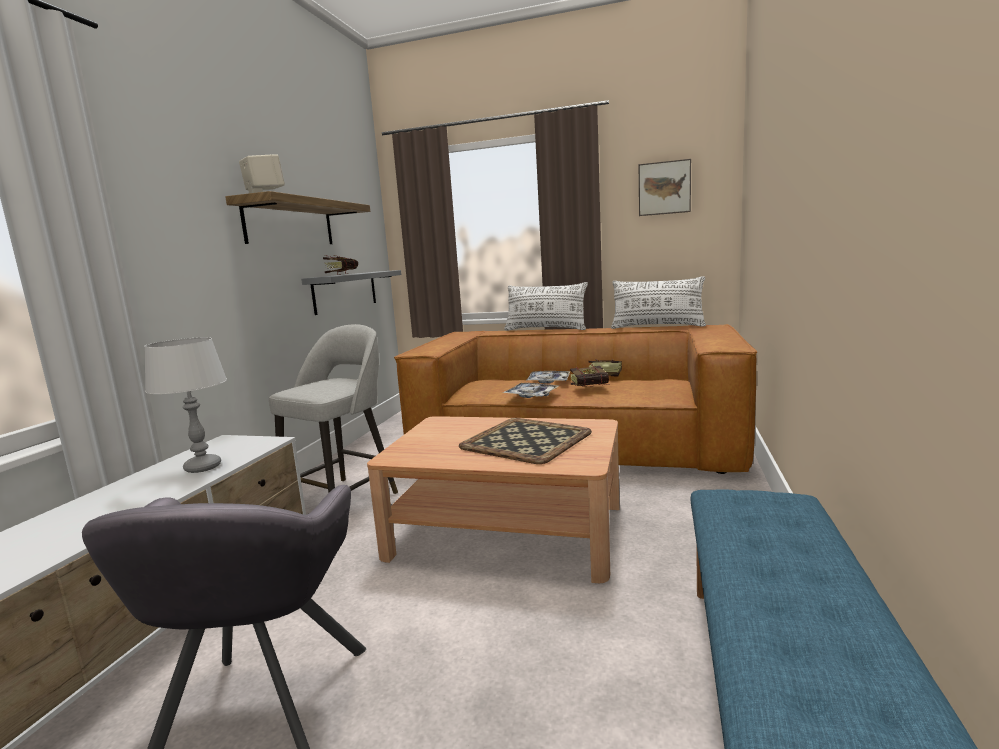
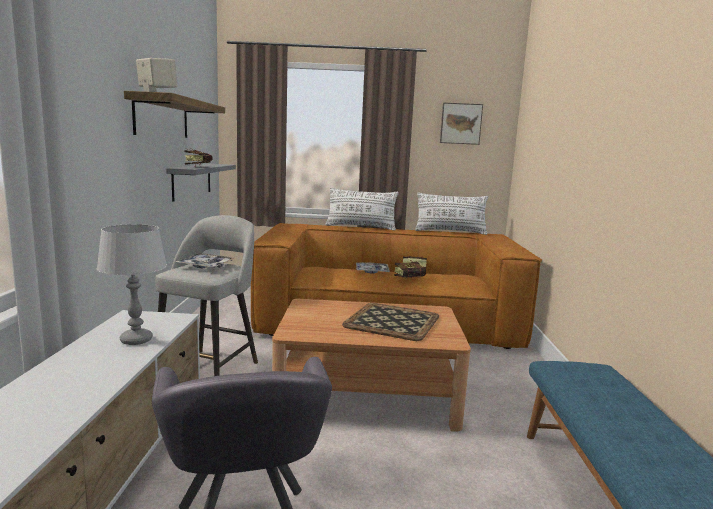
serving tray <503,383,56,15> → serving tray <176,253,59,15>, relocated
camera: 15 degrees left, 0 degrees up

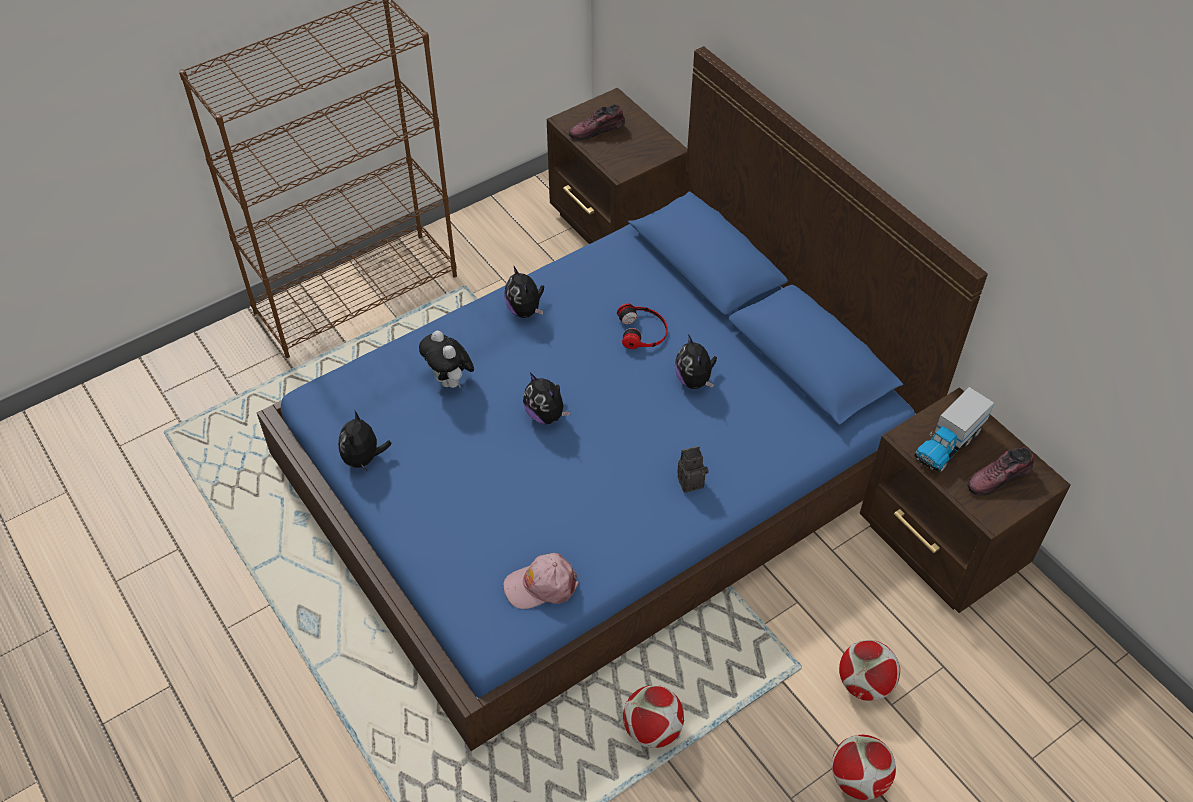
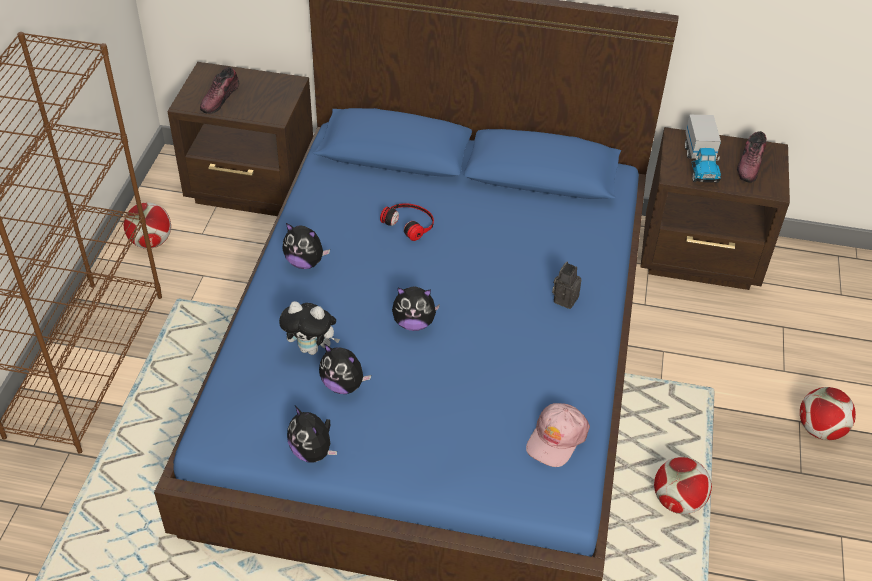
cuddly toy <675,334,42,55> → cuddly toy <319,344,52,50>, relocated
ball for football <839,640,61,61> → ball for football <124,203,47,46>, relocated
camera: 45 degrees left, 5 degrees down

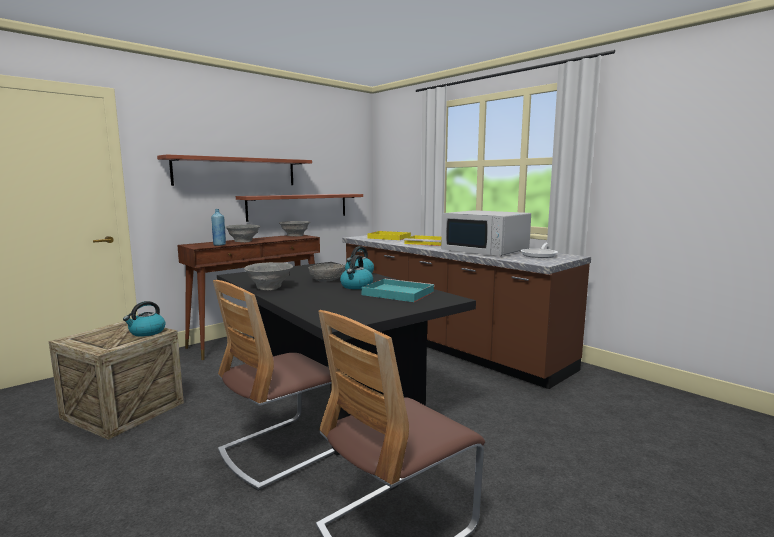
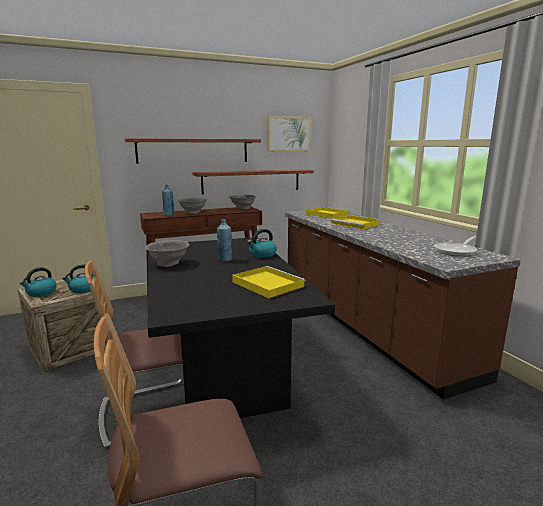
whitish microwave <441,210,90,46> → -
kettle <340,255,33,34> → kettle <19,267,38,30>, relocated
grey bowl <309,263,36,19> → blue-coloured beverage bottle <217,219,16,43>
turquoise serving tray <361,279,74,23> → yellowish serving tray <232,266,74,33>
- → wall picture <267,116,44,36>
camera: 20 degrees right, 5 degrees up

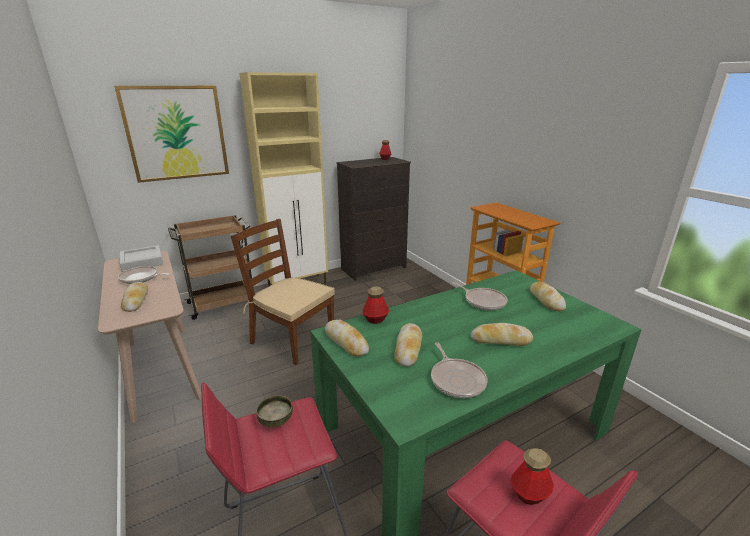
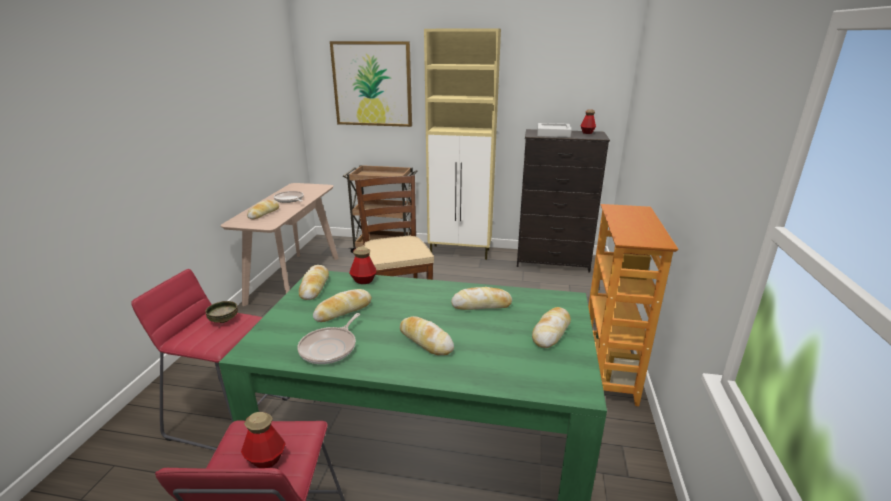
grey serving tray <120,245,43,27> → grey serving tray <537,123,34,14>, relocated
frying pan <452,282,55,28> → baked bread <451,287,61,23>
camera: 40 degrees right, 0 degrees up

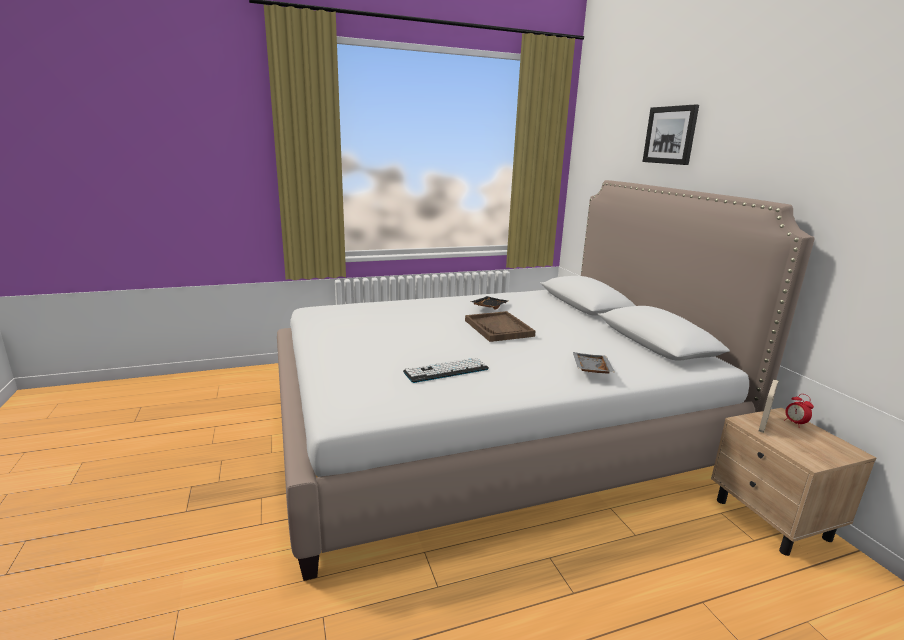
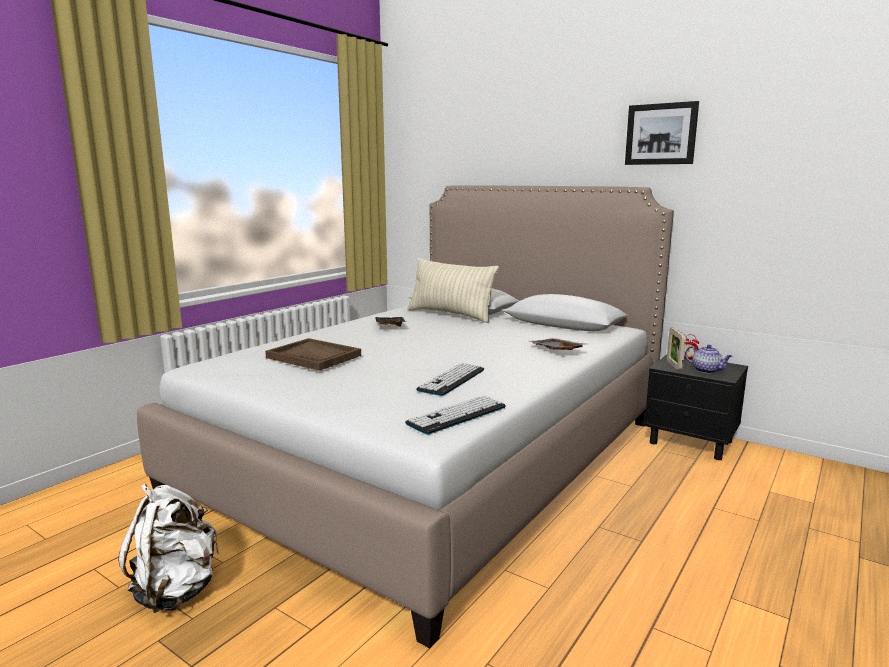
wall picture <643,104,56,61> → wall picture <625,101,74,64>, relocated
brown serving tray <465,311,71,31> → brown serving tray <265,338,96,33>, relocated
beige bedside table <711,408,165,148> → blackish bedside table <644,354,104,106>
- → beige pillow <408,258,91,65>
- → pot for tea <685,345,47,28>
- → PC keyboard <405,395,101,40>
- → whitish knapsack <118,483,102,130>
camera: 35 degrees left, 5 degrees down

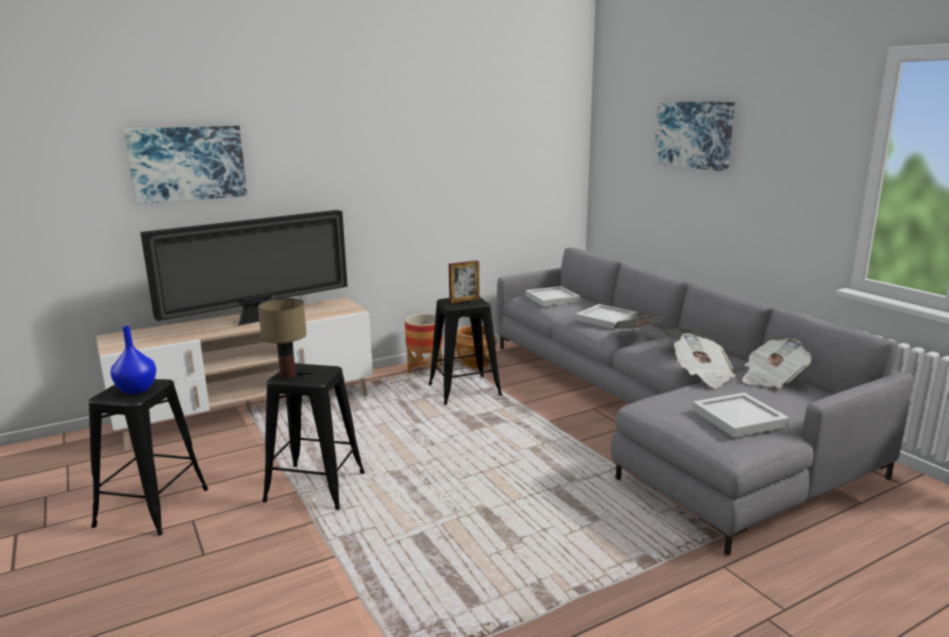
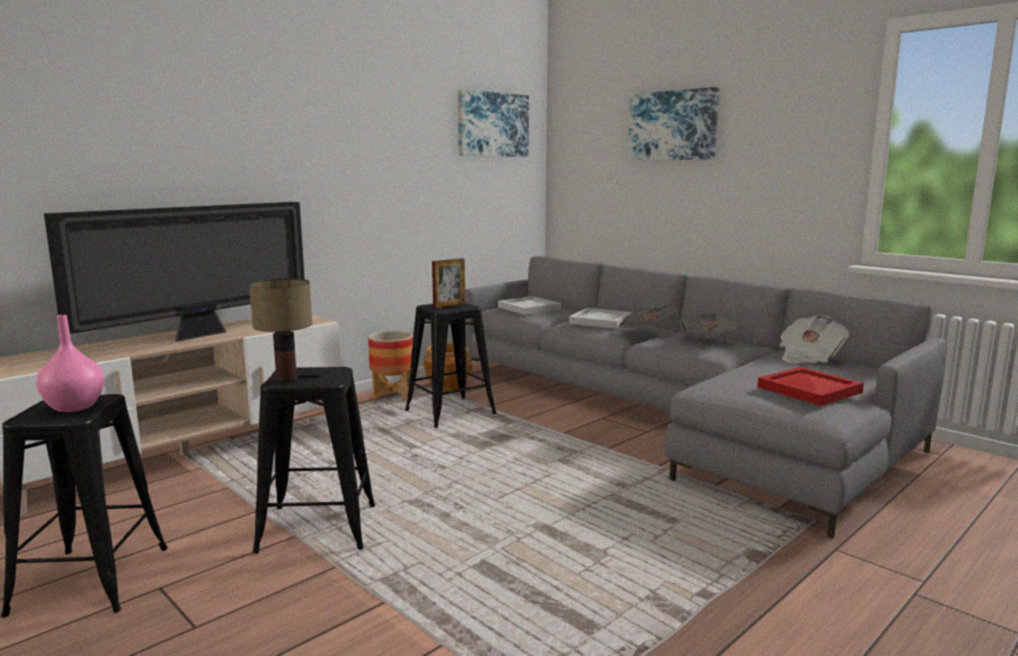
wall picture <124,126,123,78> → wall picture <458,89,71,68>, relocated
blue-coloured decorative vase <110,326,46,68> → pink decorative vase <36,315,68,97>
daily paper <674,333,62,55> → -
whitish serving tray <692,393,98,44> → red-coloured serving tray <757,367,107,39>
camera: 15 degrees left, 5 degrees down

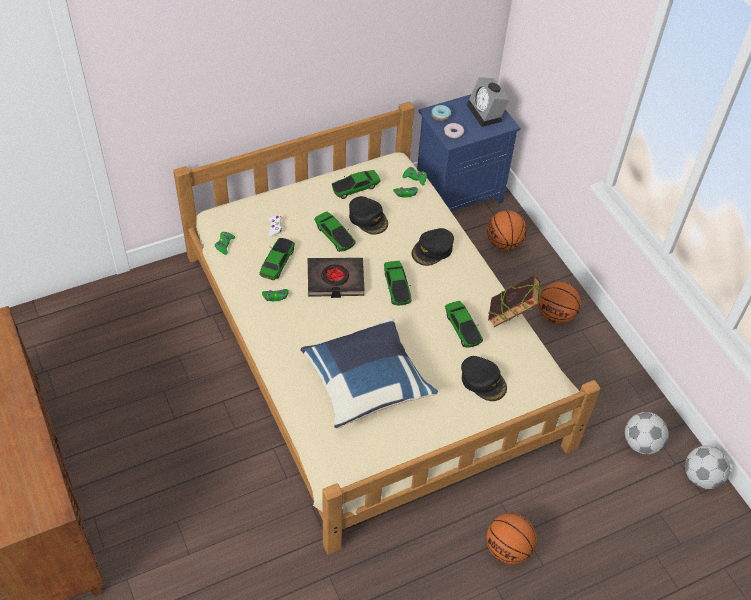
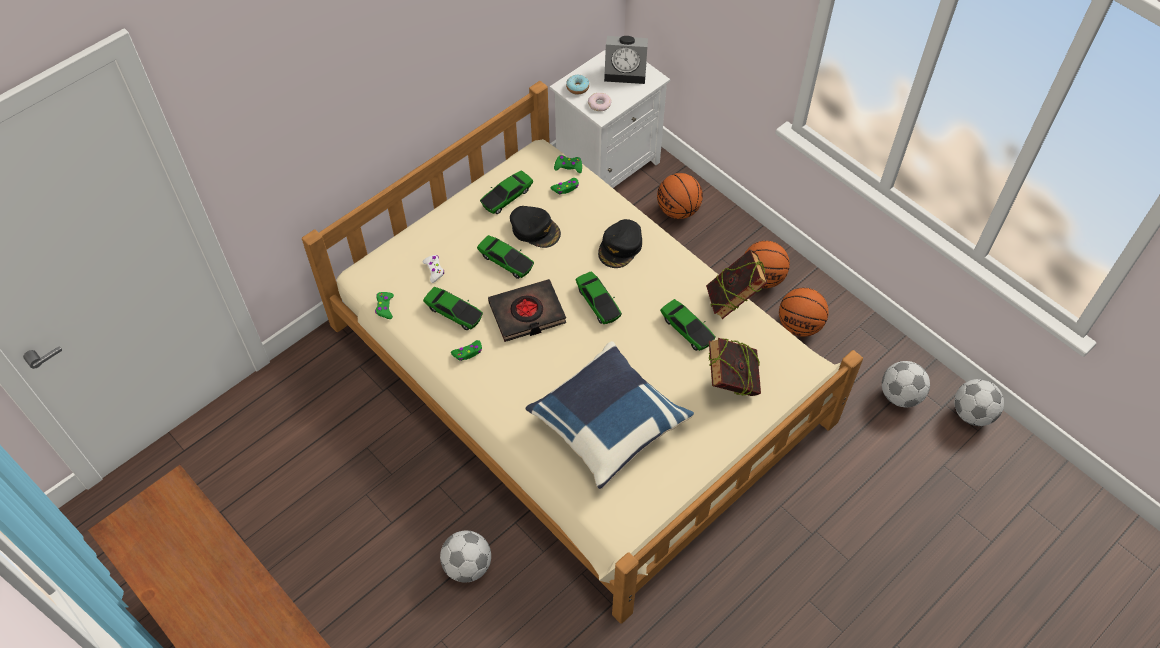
alarm clock <467,77,42,50> → alarm clock <604,36,44,48>, 45 degrees counterclockwise
blue-coloured bedside table <417,94,103,118> → whitish bedside table <550,49,120,139>
model car <259,238,36,42> → model car <423,287,60,43>, 120 degrees clockwise
blackish baseball cap <461,356,46,45> → book <709,338,52,58>
basketball ball <486,513,51,51> → basketball ball <779,288,50,49>, relocated
- → ball for football <440,530,51,53>
camera: 15 degrees left, 5 degrees up

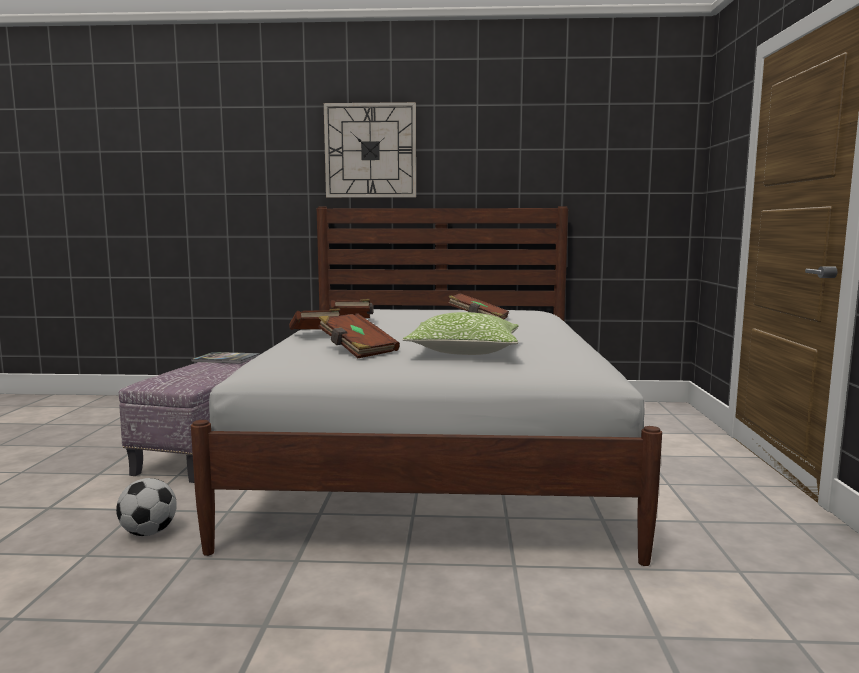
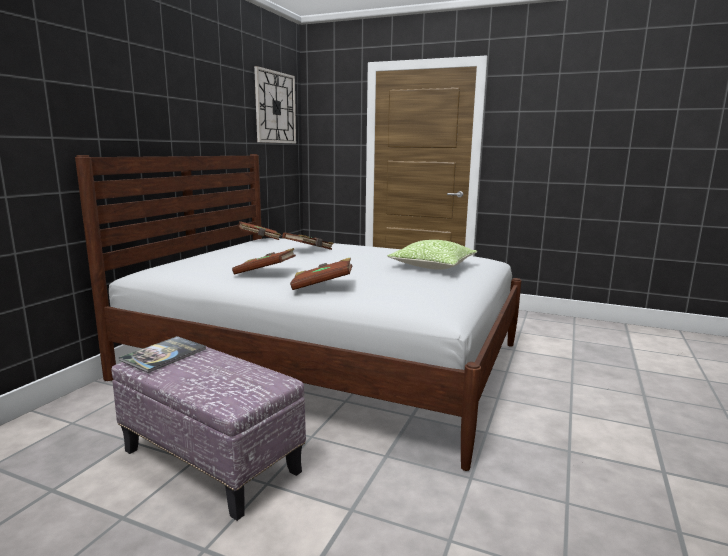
wall clock <324,102,92,96> → wall clock <254,66,42,77>, relocated
brown book <318,313,82,45> → brown book <238,221,43,19>, relocated
ball for football <116,478,61,58> → -
camera: 70 degrees left, 5 degrees up

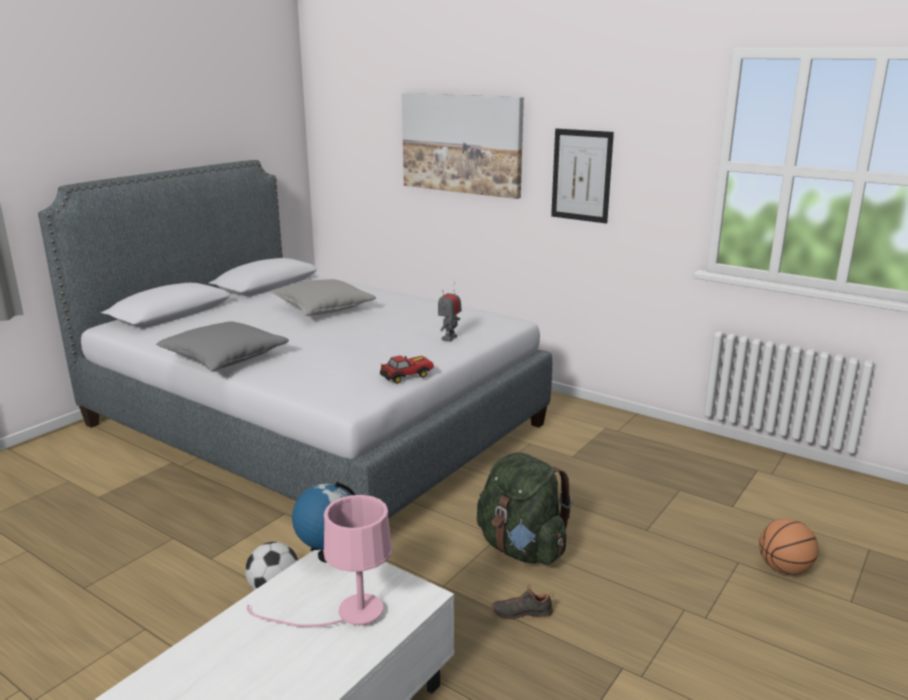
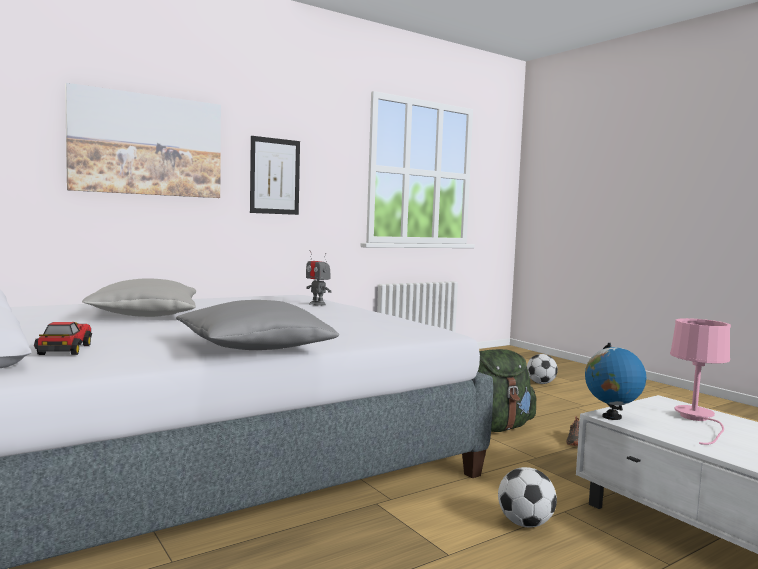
model car <380,355,54,29> → model car <34,322,58,33>, relocated
basketball ball <759,519,60,56> → ball for football <527,354,31,30>
camera: 70 degrees left, 15 degrees down

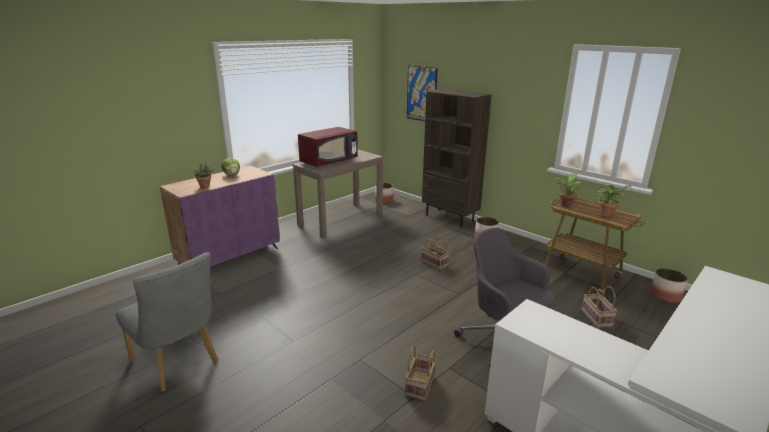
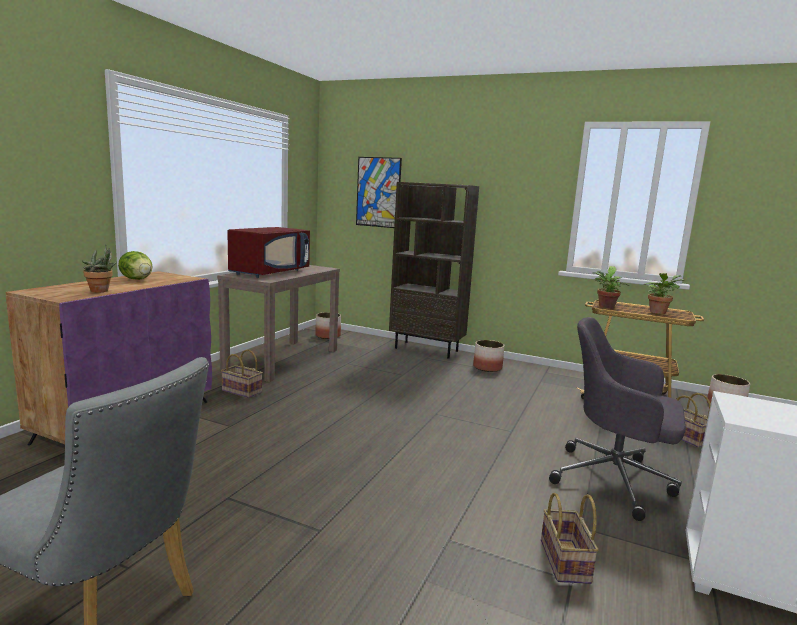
basket <421,235,29,35> → basket <221,350,42,48>, relocated
camera: 20 degrees left, 10 degrees down

